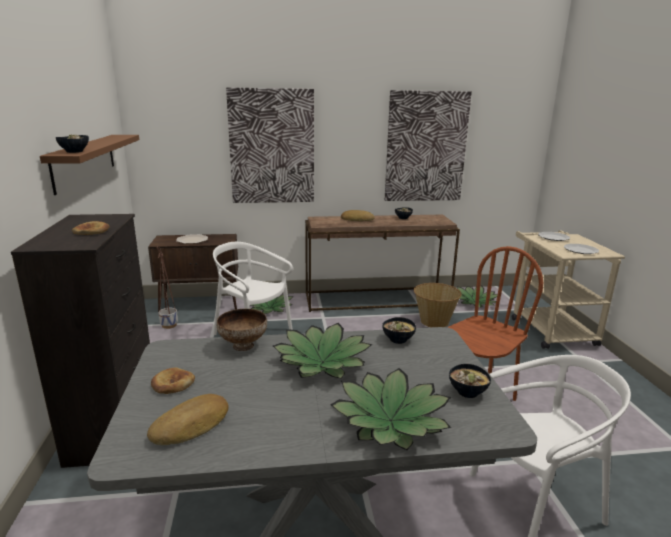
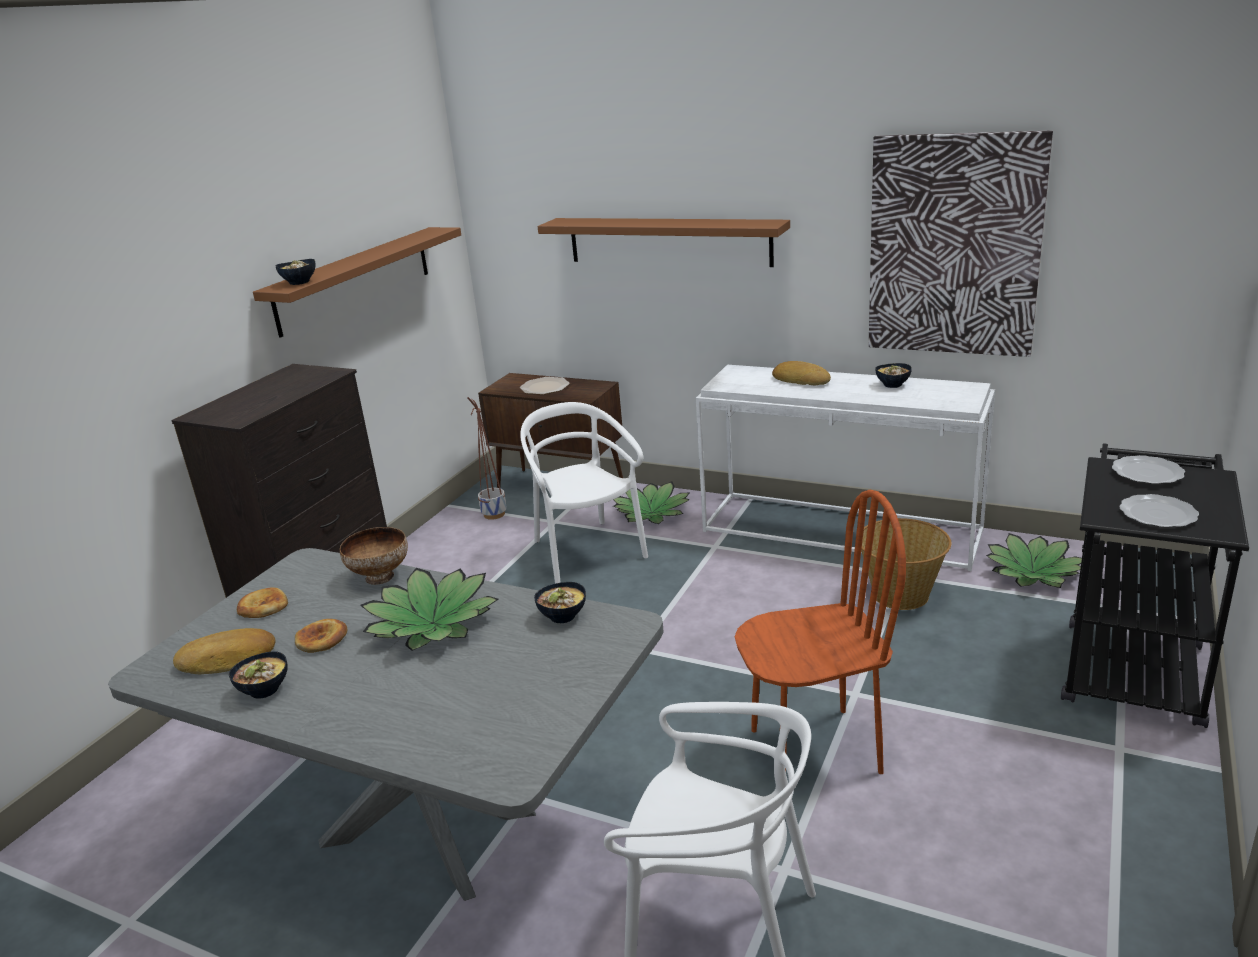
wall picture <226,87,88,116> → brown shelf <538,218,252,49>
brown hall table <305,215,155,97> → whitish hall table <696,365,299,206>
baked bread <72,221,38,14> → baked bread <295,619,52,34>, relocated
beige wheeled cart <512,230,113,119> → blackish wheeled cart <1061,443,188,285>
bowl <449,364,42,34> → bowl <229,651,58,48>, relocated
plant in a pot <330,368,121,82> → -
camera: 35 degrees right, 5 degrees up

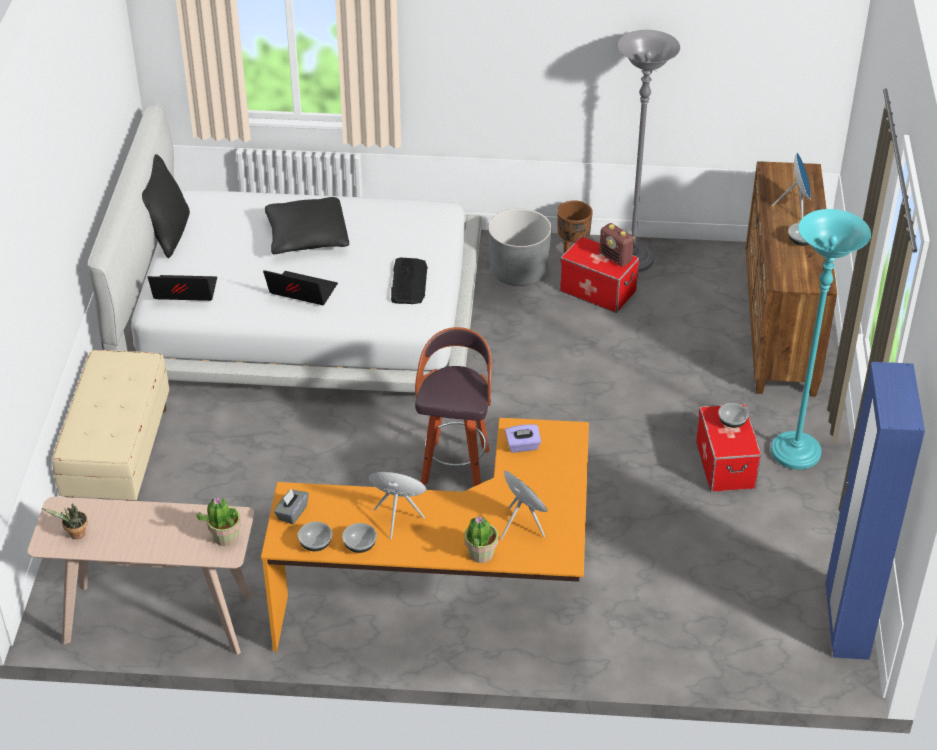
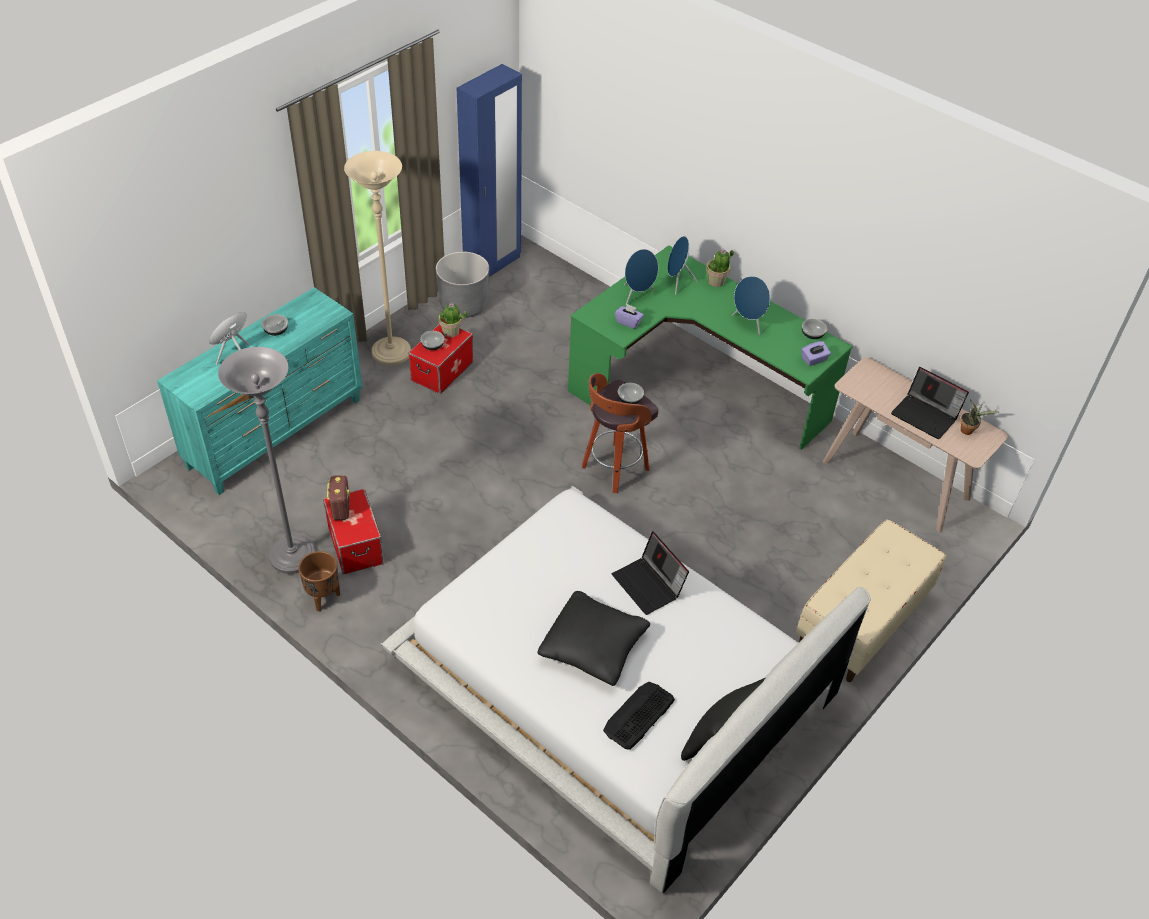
brown chest of drawers <745,161,92,236> → turquoise chest of drawers <157,287,206,208>
grey plant pot <488,208,64,78> → grey plant pot <436,252,53,66>, relocated
turquoise standing lamp <771,209,100,260> → beige standing lamp <344,151,67,215>
PC keyboard <391,257,37,47> → PC keyboard <603,681,72,69>, relocated
laptop <148,275,69,26> → laptop <891,367,78,72>, relocated
orange-coloured desk table <261,418,328,234> → greenish desk table <568,245,285,205>
grey tissue holder <274,489,35,36> → purplish tissue holder <801,341,30,25>
plant in a pot <197,497,44,49> → plant in a pot <439,303,28,34>, relocated
bowl <342,523,35,30> → bowl <618,383,26,21>, relocated
- → blue-coloured loudspeaker <624,249,34,55>
camera: 145 degrees left, 5 degrees up

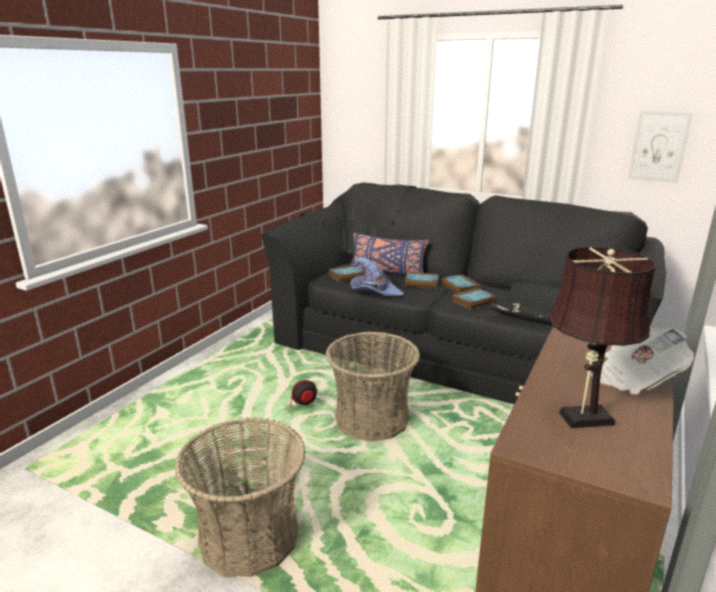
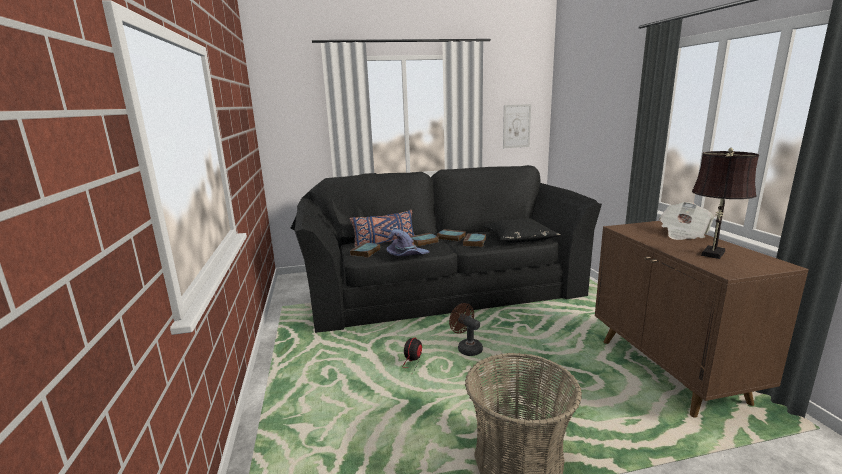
basket <326,332,94,109> → brown fan <449,303,34,53>
camera: 40 degrees left, 5 degrees down

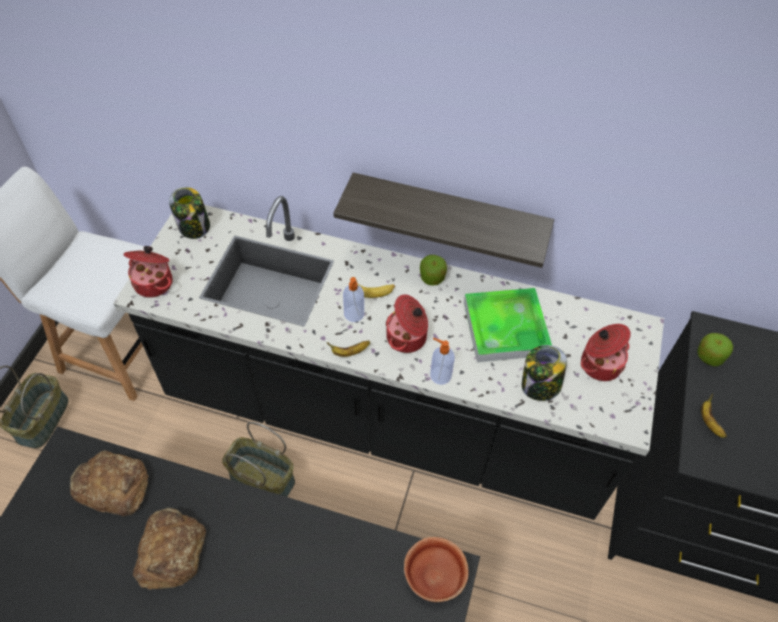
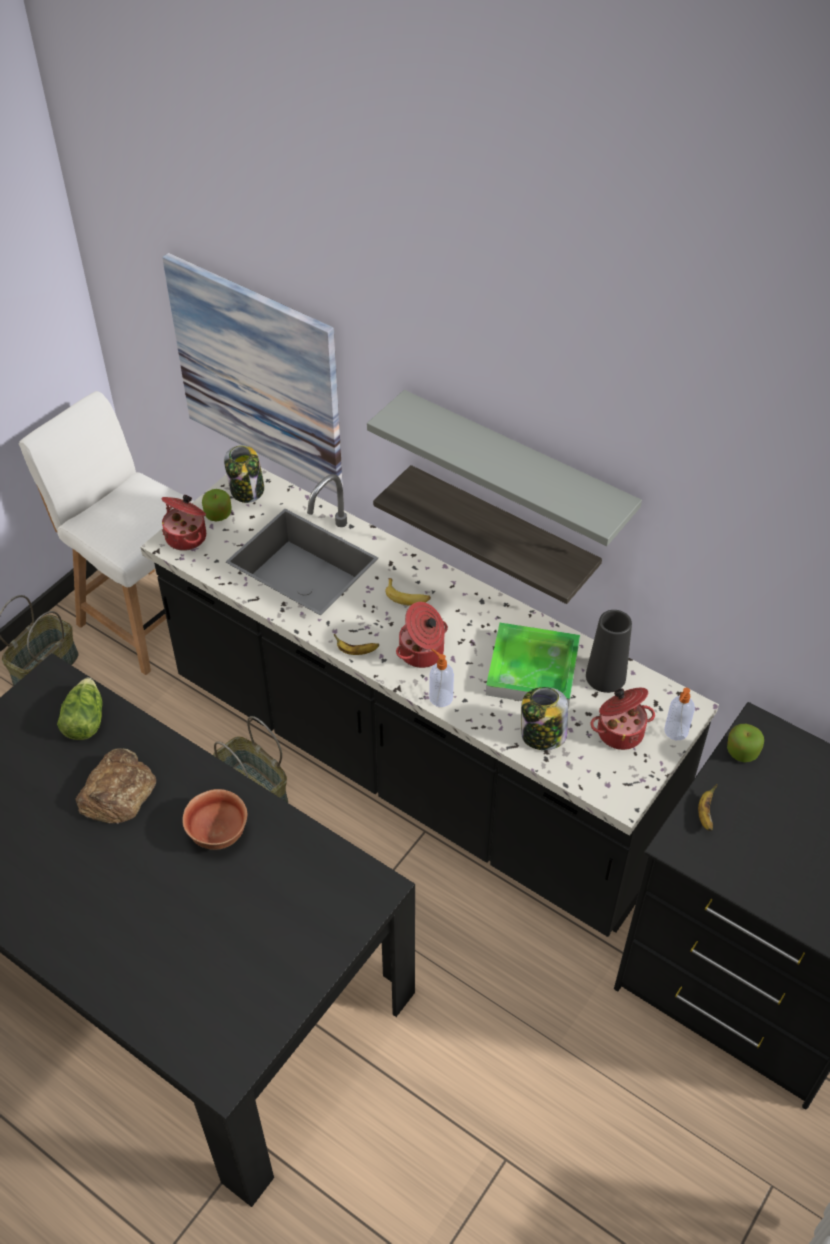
apple fruit <420,255,27,31> → apple fruit <202,489,30,32>, relocated
soap dispenser <343,277,21,45> → soap dispenser <664,688,31,52>, relocated
baked bread <70,451,79,66> → lettuce head <57,678,45,62>
bowl <404,537,65,65> → bowl <182,789,65,61>, relocated
- → wall picture <162,253,181,241>
- → grey shelf <367,390,275,156>
- → blackish decorative vase <586,610,46,83>
camera: 20 degrees right, 5 degrees down

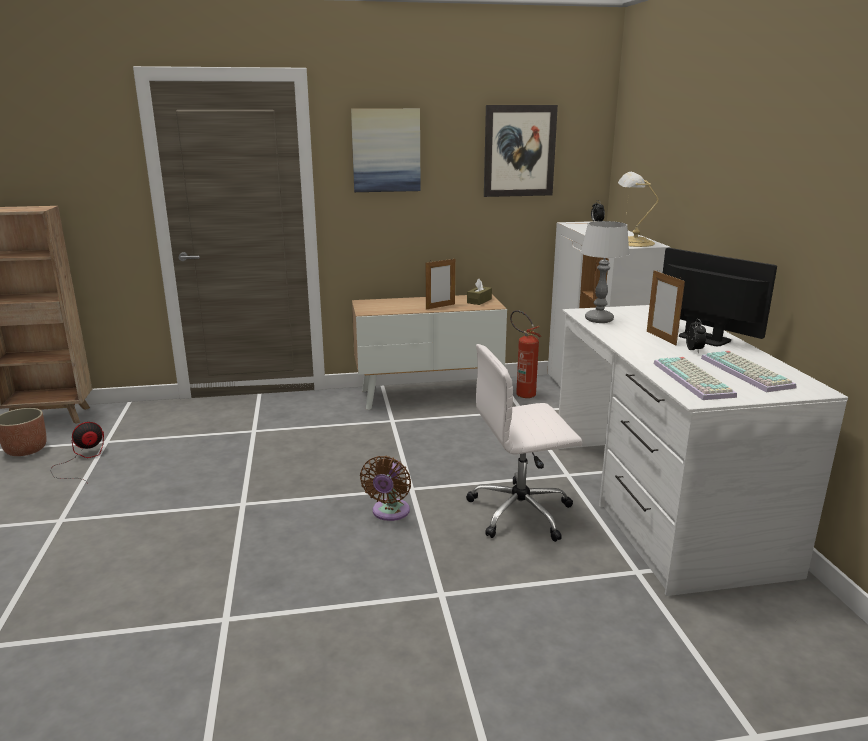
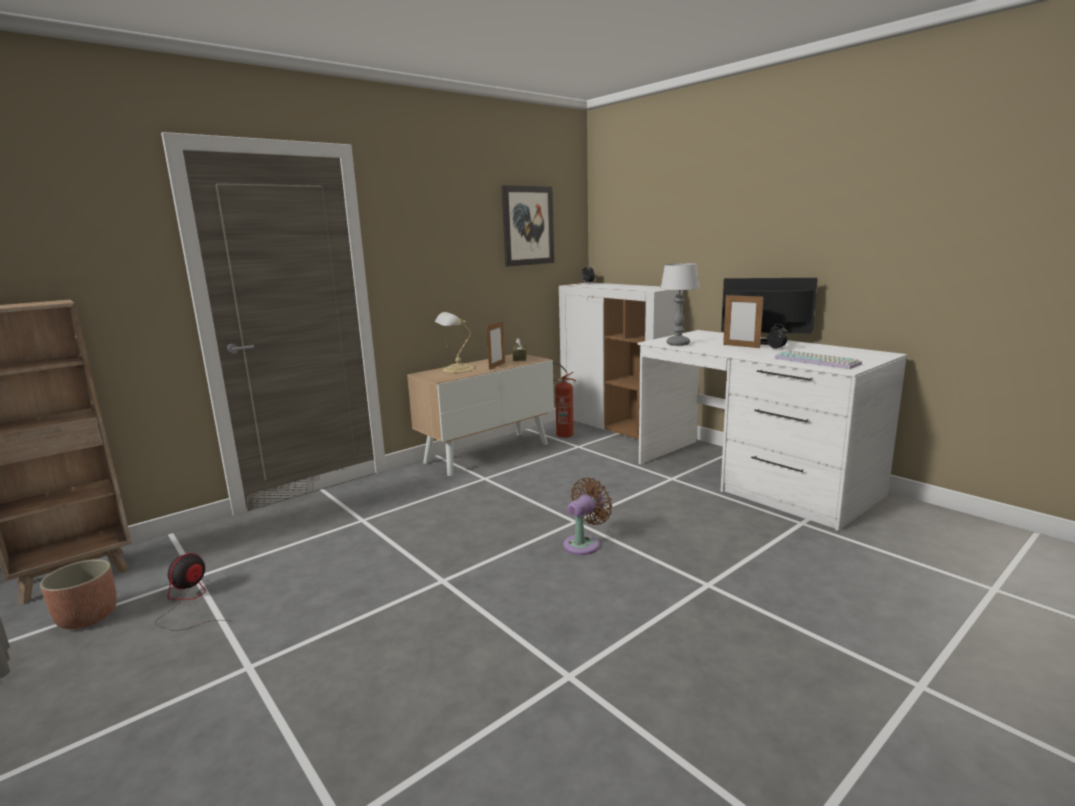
wall picture <351,109,70,83> → -
lamp for a table <618,172,40,75> → lamp for a table <435,312,40,61>, relocated
whitish desk chair <466,344,116,198> → -
PC keyboard <701,351,95,41> → -
brown fan <360,456,51,65> → brown fan <563,478,49,77>, 120 degrees counterclockwise
camera: 30 degrees left, 5 degrees down

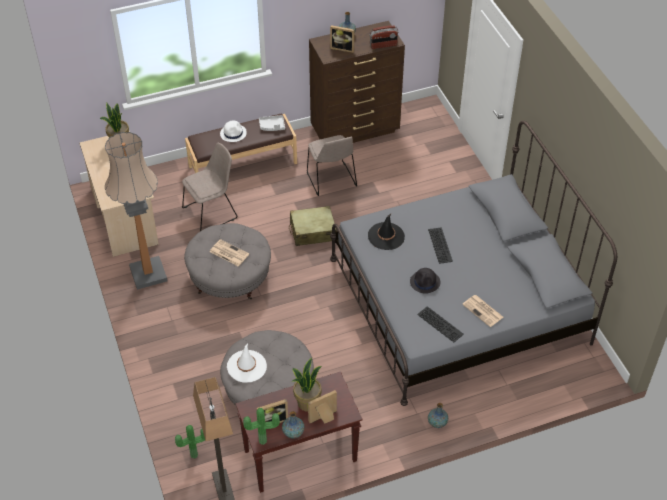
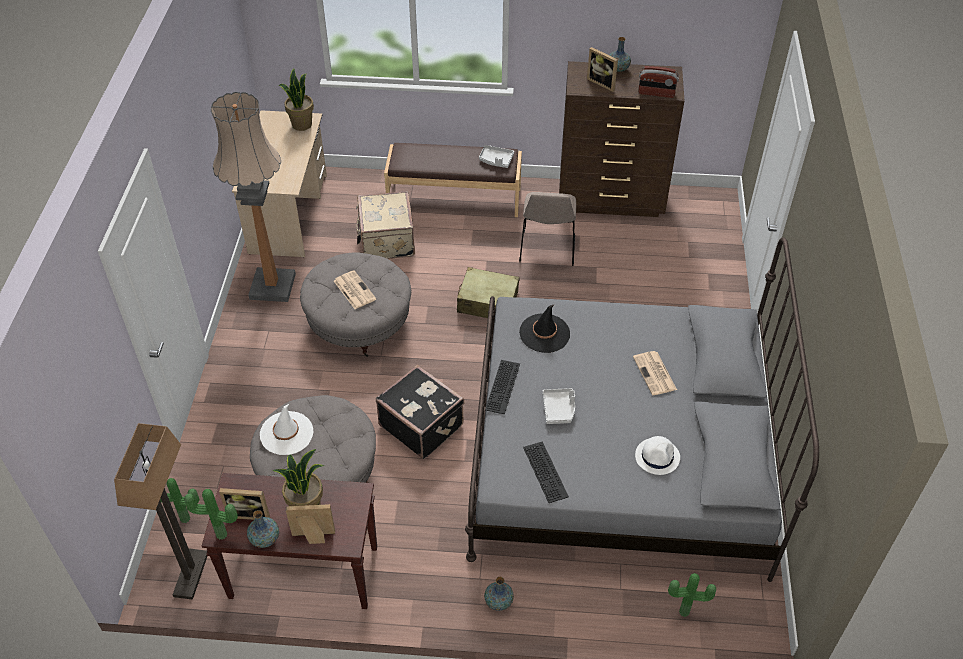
whitish hat <220,121,27,21> → whitish hat <635,436,45,39>, relocated
beige chair <182,143,55,88> → beige piece of luggage <356,191,59,68>
PC keyboard <428,227,25,37> → PC keyboard <485,360,35,54>, relocated
blackish hat <410,268,30,26> → grey serving tray <543,388,32,36>
daily paper <462,295,41,32> → daily paper <633,351,44,44>, relocated
- → blackish piece of luggage <376,365,88,94>
- → plant in a pot <668,573,48,44>
camera: 25 degrees right, 0 degrees up

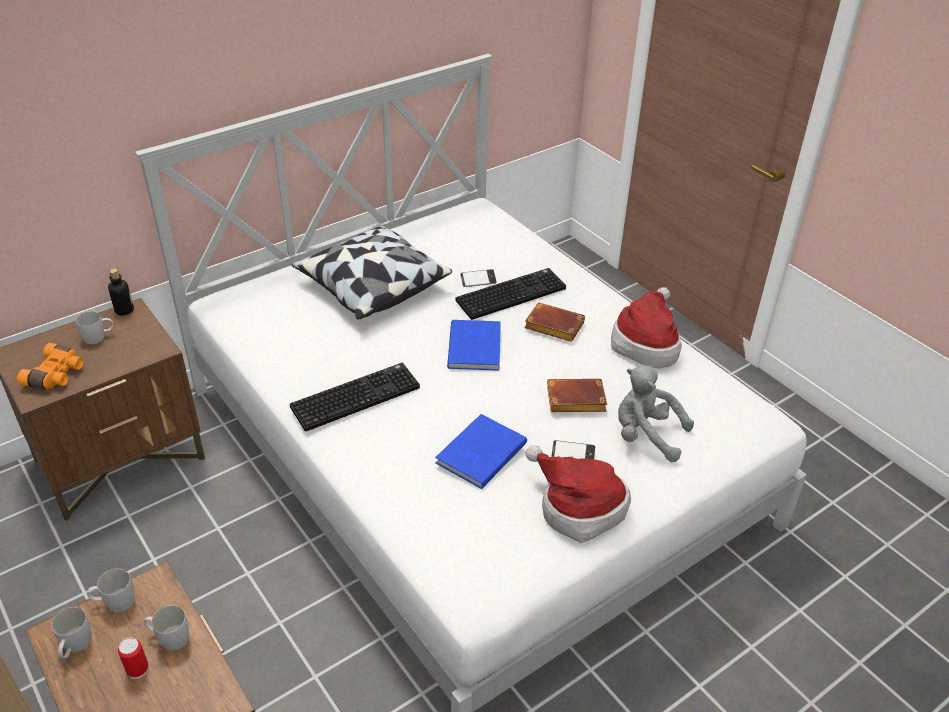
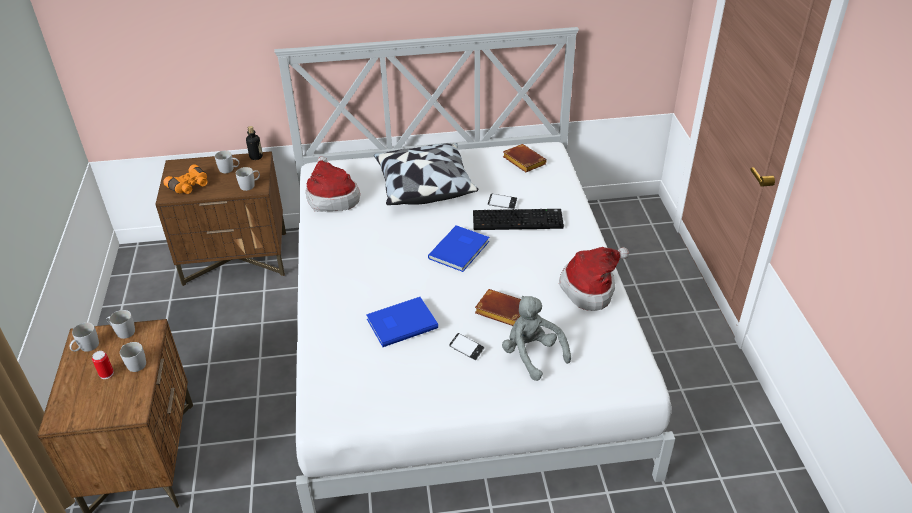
brown book <524,303,61,39> → brown book <503,144,44,28>, relocated
PC keyboard <290,363,130,69> → -
hat <525,445,106,98> → hat <306,156,54,56>, relocated
- → whitish mug <236,167,24,24>
camera: 30 degrees right, 0 degrees up

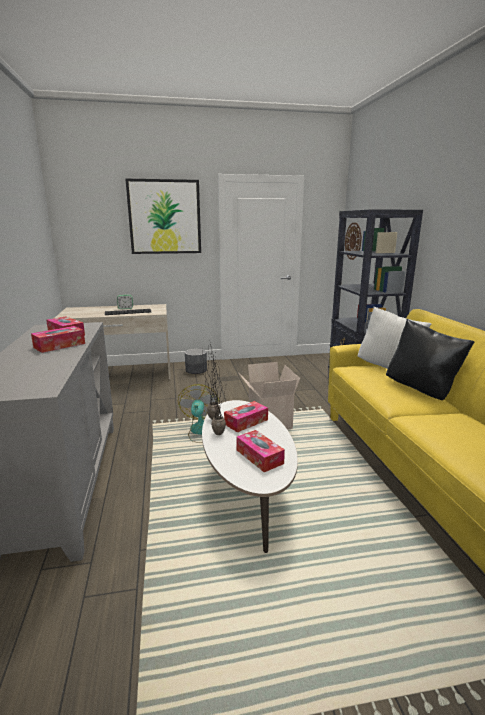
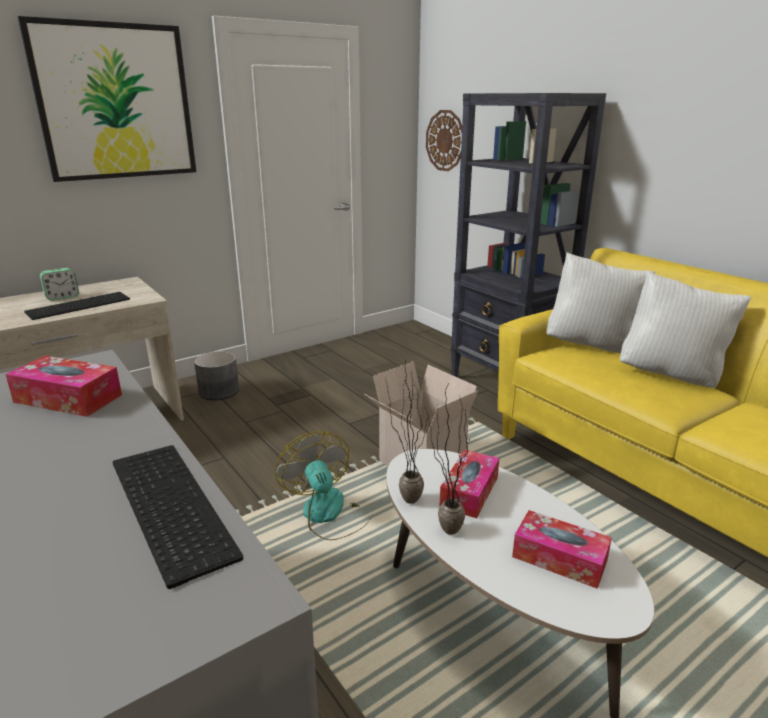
blackish pillow <386,319,89,81> → whitish pillow <620,271,131,117>
tissue holder <31,326,54,27> → -
- → PC keyboard <113,445,130,144>
camera: 25 degrees left, 5 degrees up

